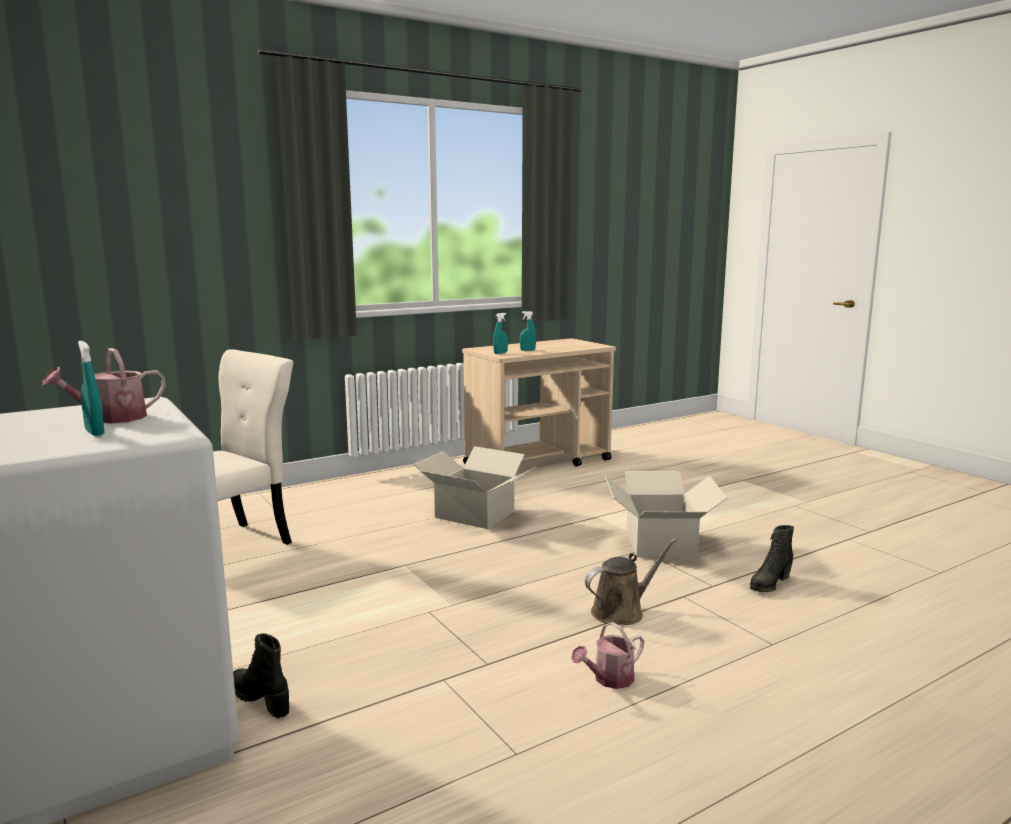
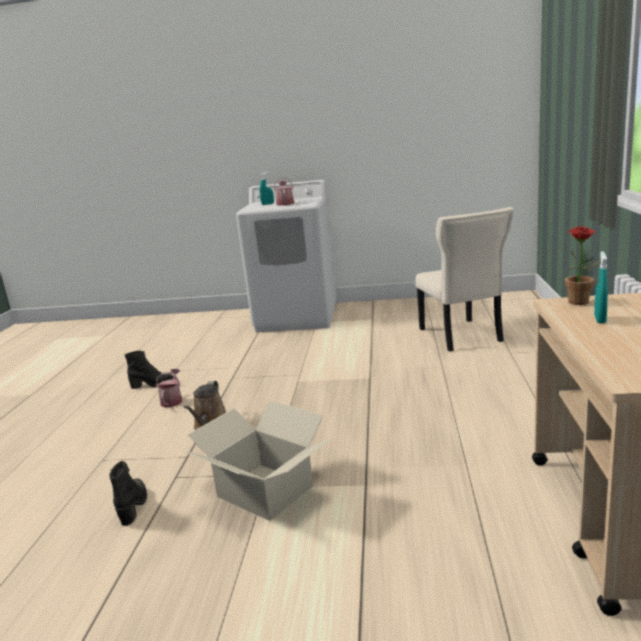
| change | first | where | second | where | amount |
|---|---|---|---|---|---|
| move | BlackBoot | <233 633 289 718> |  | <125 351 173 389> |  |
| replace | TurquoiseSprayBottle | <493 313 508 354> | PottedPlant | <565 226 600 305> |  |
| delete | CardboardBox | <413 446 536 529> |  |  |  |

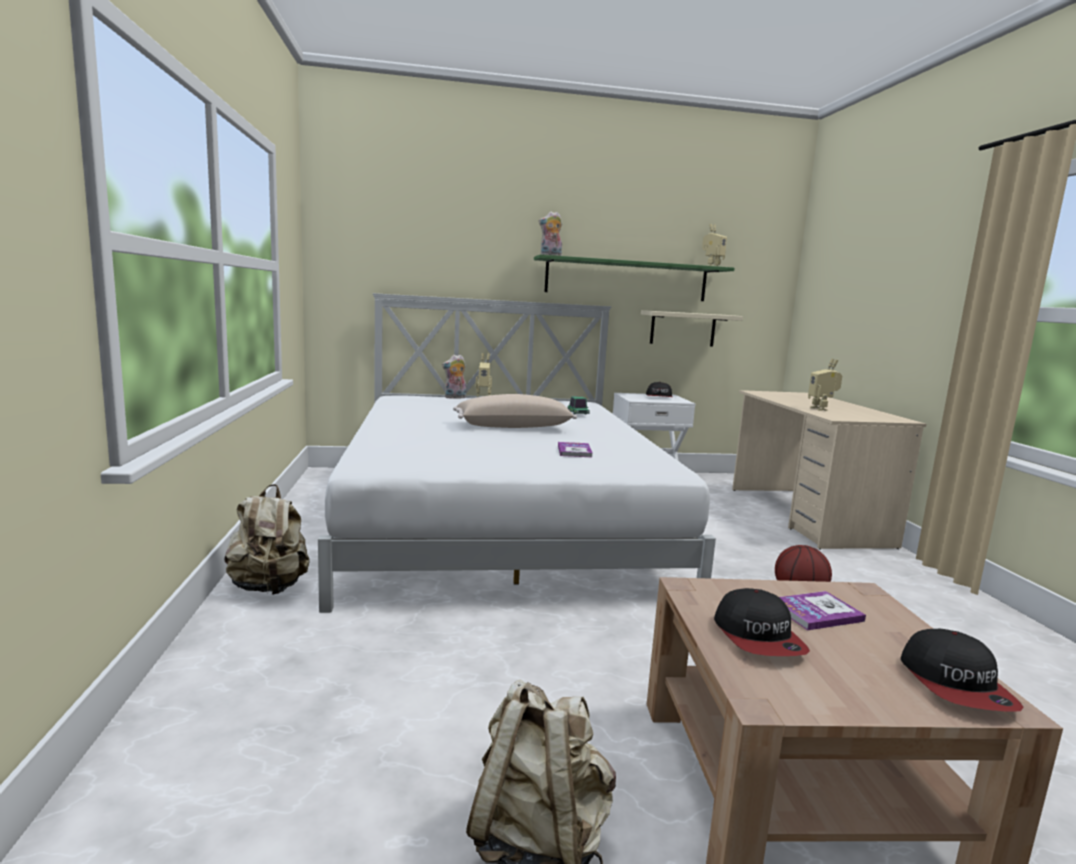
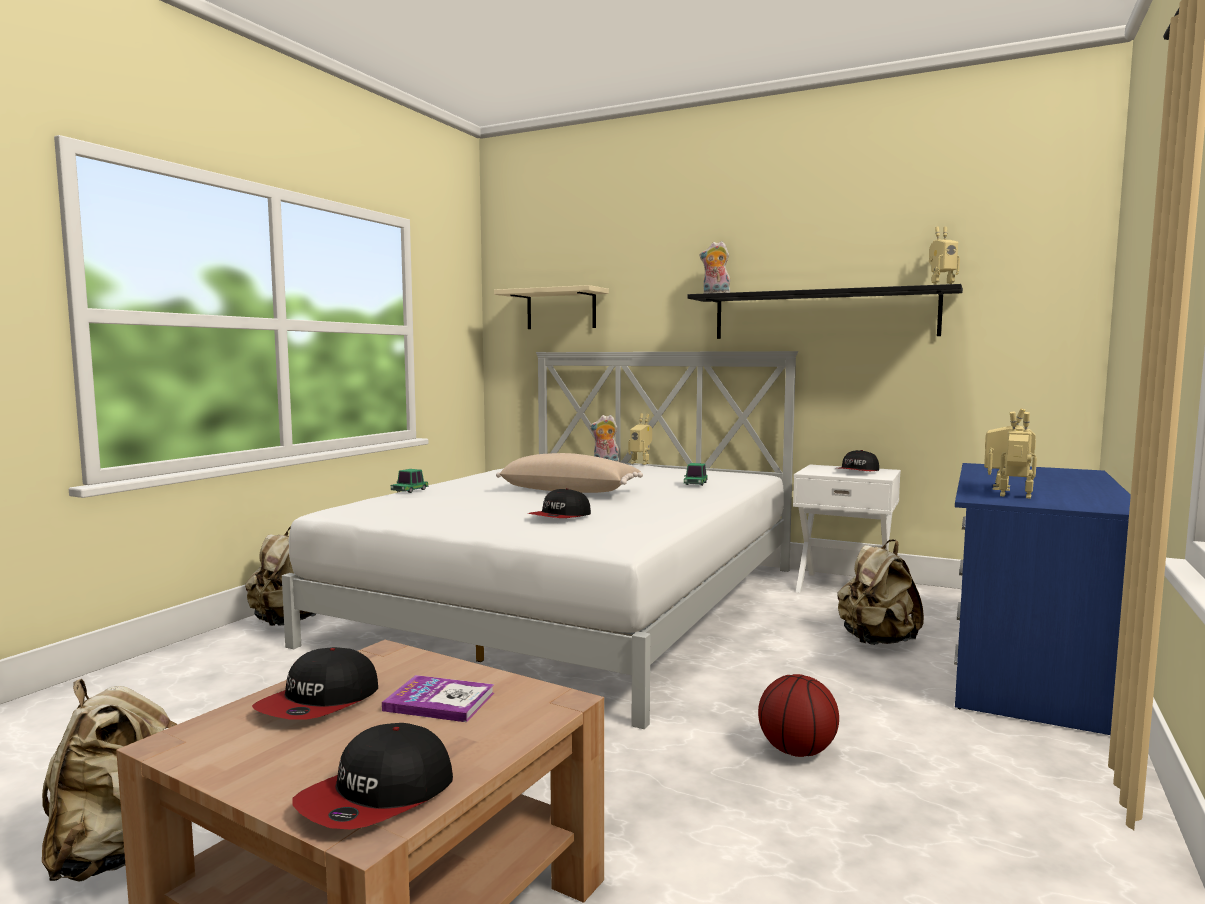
| change | first | where | second | where | amount |
|---|---|---|---|---|---|
| insert |  |  | ToyCar | <391 469 429 493> |  |
| move | BeigeShelf | <641 310 743 346> |  | <494 285 609 329> |  |
| replace | Book | <558 442 593 458> | Cap | <528 488 591 518> |  |
| recolor | GreenShelf | <534 255 735 301> | BlackShelf | <688 284 963 339> |  |
| insert |  |  | BeigeBackpack | <837 540 924 645> |  |
| recolor | BeigeDesk | <732 390 926 550> | BlueDesk | <954 463 1131 735> |  |
| insert |  |  | ToyRobot | <999 412 1037 499> |  |

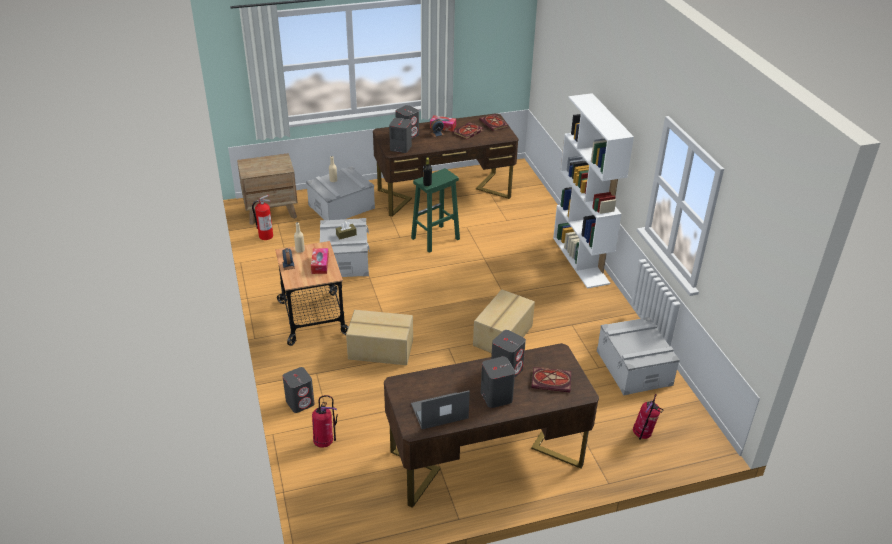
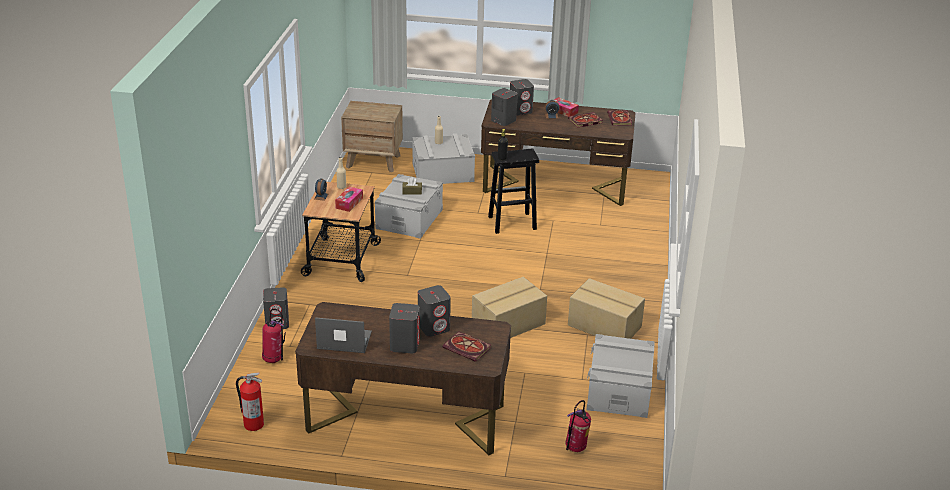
| change | first | where | second | where | amount |
|---|---|---|---|---|---|
| move | FireExtinguisher | <252 195 273 240> |  | <236 372 264 431> |  |
| recolor | GreenStool | <411 168 460 253> | BlackStool | <488 148 539 234> |  |
| move | CardboardBox | <346 310 413 365> |  | <568 278 645 339> |  |
| delete | WhiteBookcase | <553 93 634 288> |  |  |  |

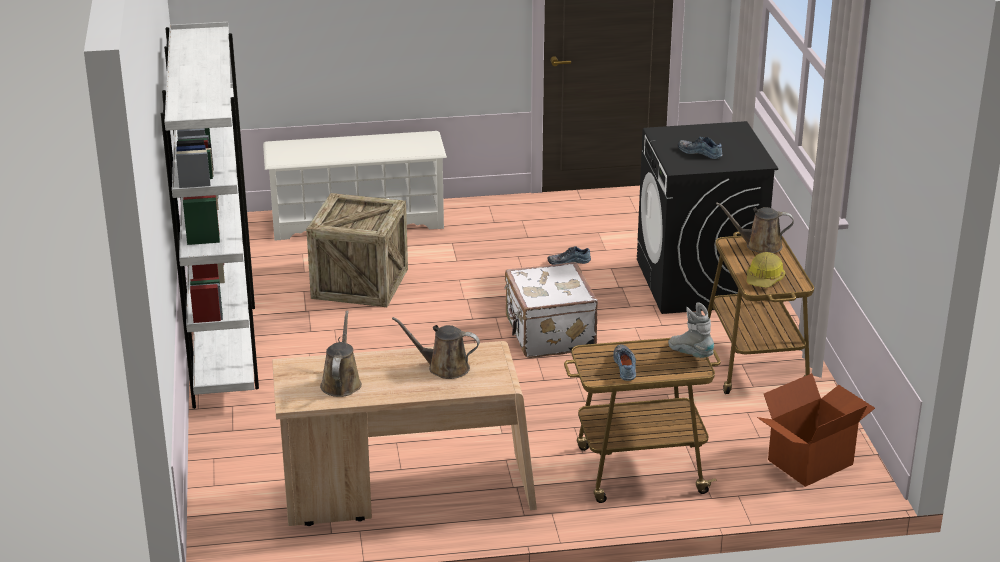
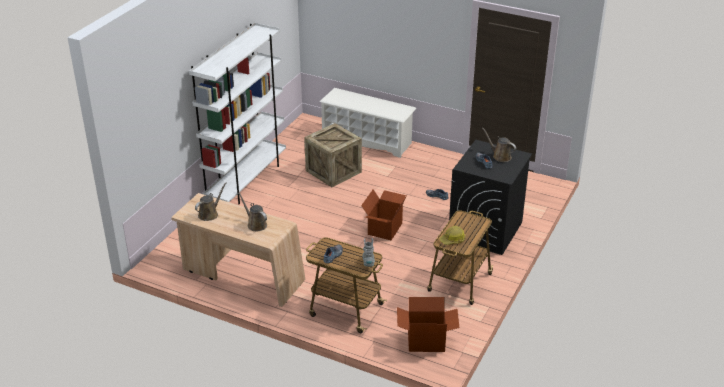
| change | first | where | second | where | amount |
|---|---|---|---|---|---|
| replace | WhiteSuitcase | <504 262 598 358> | CardboardBox | <361 189 406 240> |  |
| move | BrownWateringCan | <716 202 794 253> |  | <482 128 516 162> |  |

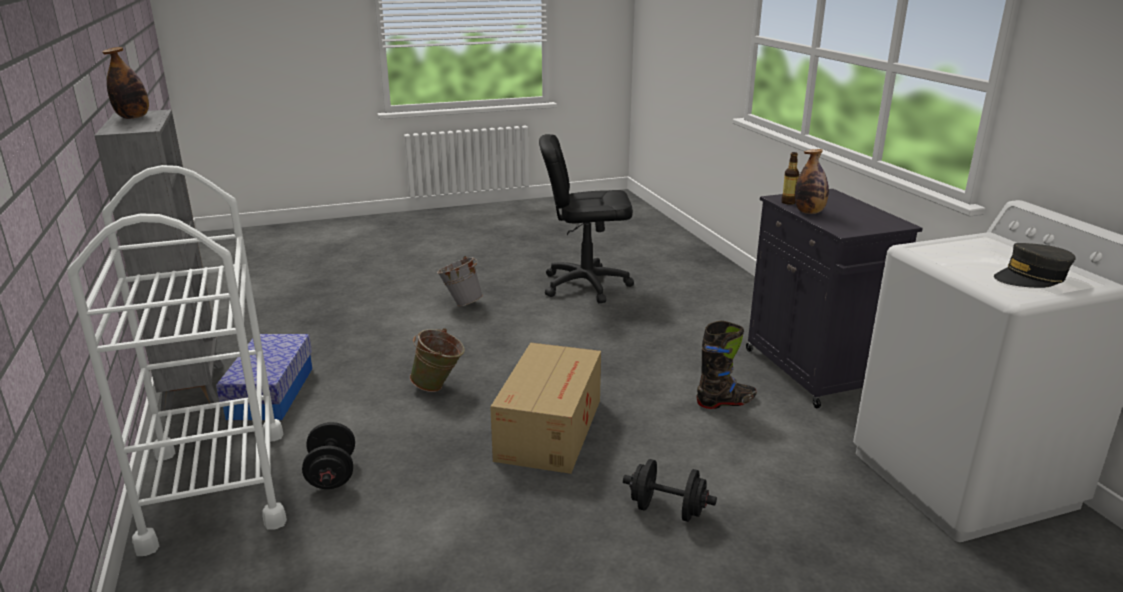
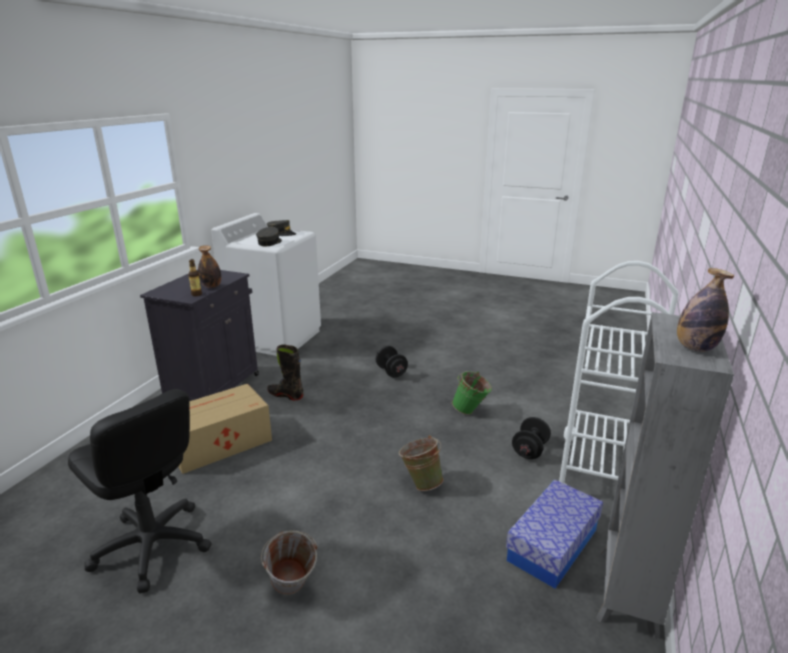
| change | first | where | second | where | amount |
|---|---|---|---|---|---|
| move | CardboardBox | <490 342 601 474> |  | <178 384 272 474> |  |
| insert |  |  | GreyCap | <256 227 282 246> |  |
| insert |  |  | GreenBucket | <452 371 492 415> |  |

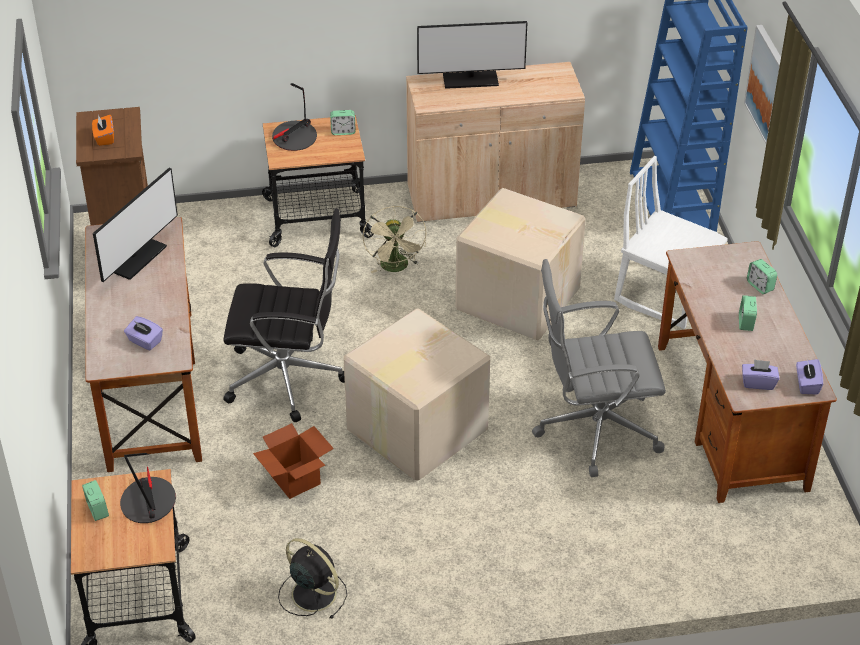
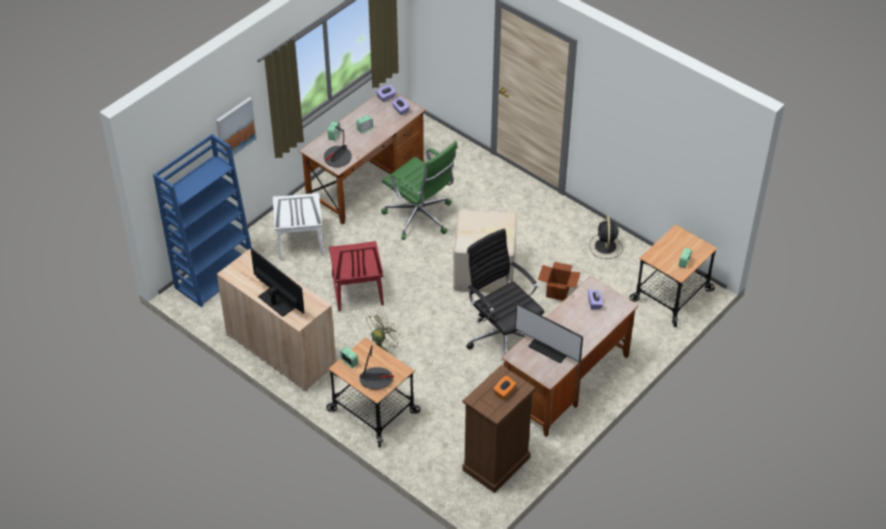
| change | first | where | second | where | amount |
|---|---|---|---|---|---|
| move | TableLamp | <120 453 176 523> |  | <324 127 352 167> |  |
| replace | CardboardBox | <455 188 586 340> | RedChair | <329 241 384 311> |  |
| recolor | GreyOfficeChair | <532 259 666 477> | GreenOfficeChair | <381 141 458 240> |  |
| rotate | Monitor | <93 167 178 282> |  | <515 303 583 364> | 135 degrees counterclockwise |

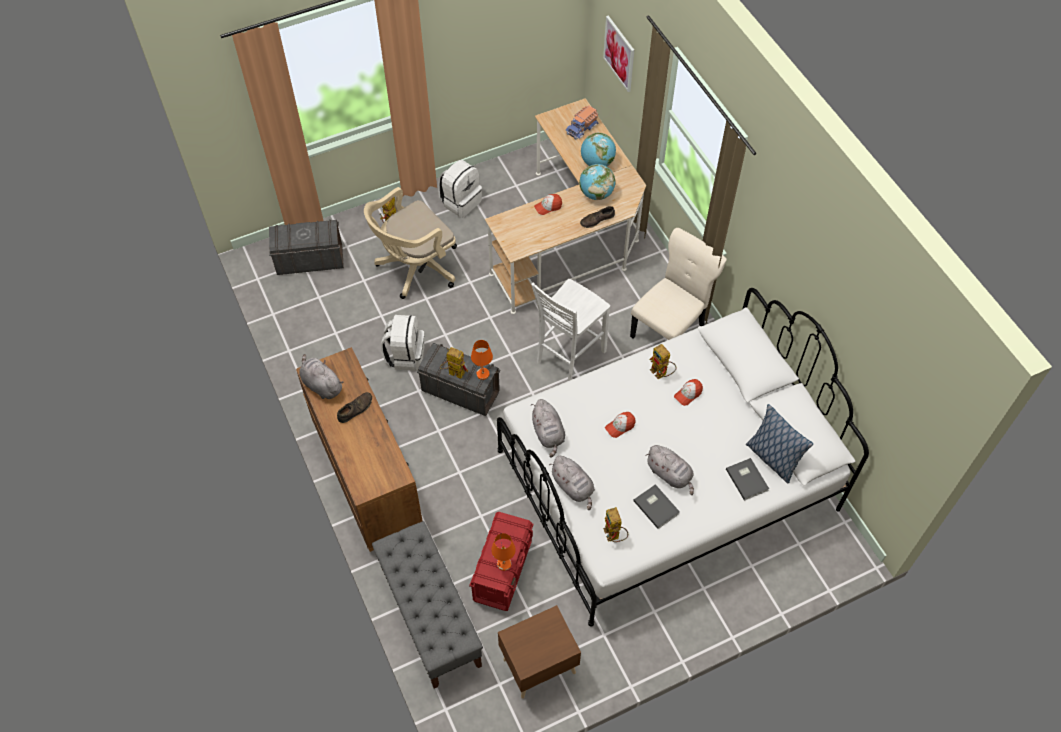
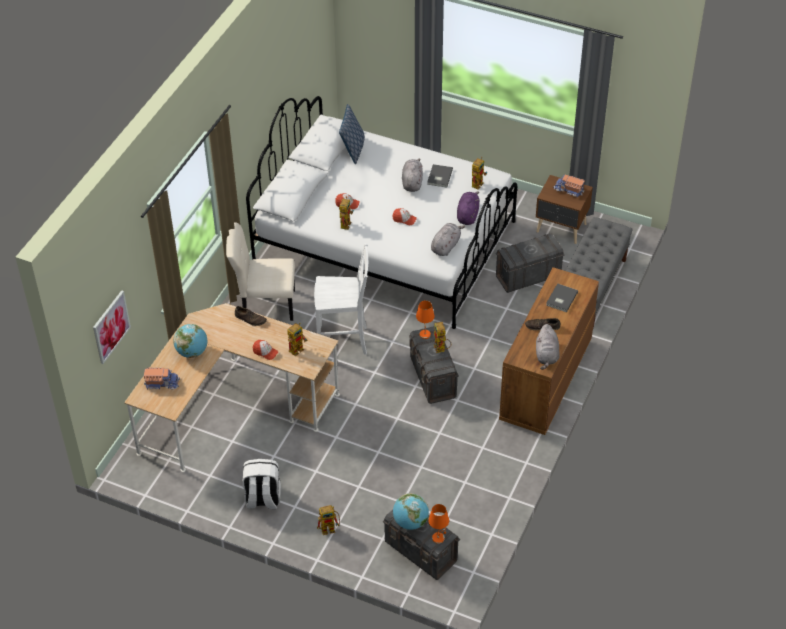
| change | first | where | second | where | amount |
|---|---|---|---|---|---|
| insert |  |  | ToyRobot | <287 322 307 356> |  |
| move | Globe | <579 164 616 200> |  | <393 493 429 530> |  |
| move | OrangeTableLamp | <491 533 516 571> |  | <428 504 449 544> |  |
| recolor | GreyPlushToy | <549 456 595 510> | PurplePlushToy | <457 192 479 225> |  |
| recolor | RedStorageBox | <469 512 534 611> | GreyStorageBox | <496 233 565 293> |  |
| move | GreyBook | <726 458 769 501> |  | <546 283 578 312> |  |
| insert |  |  | ToyTruck | <553 175 585 197> |  |
| delete | BeigeOfficeChair | <364 187 457 299> |  |  |  |
| delete | WhiteBackpack | <381 315 424 371> |  |  |  |

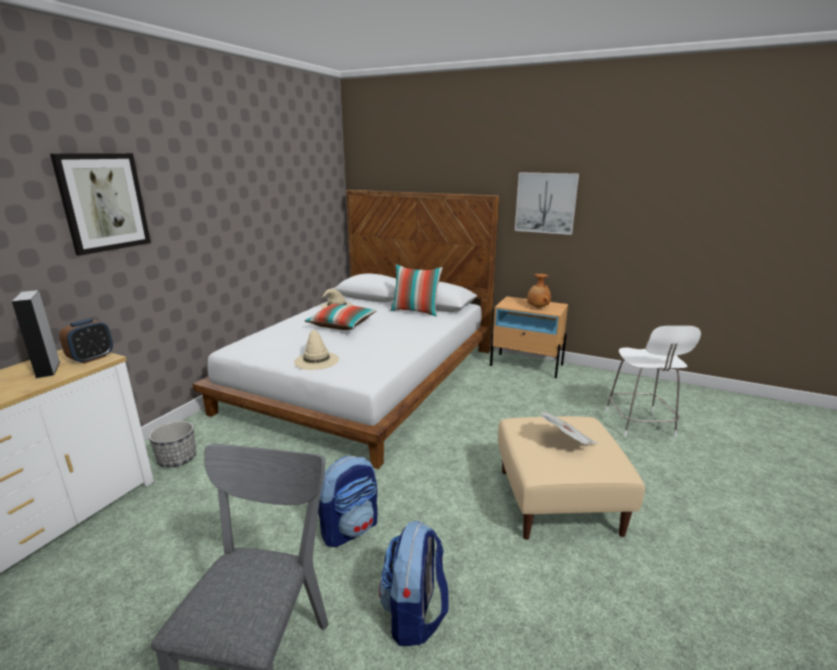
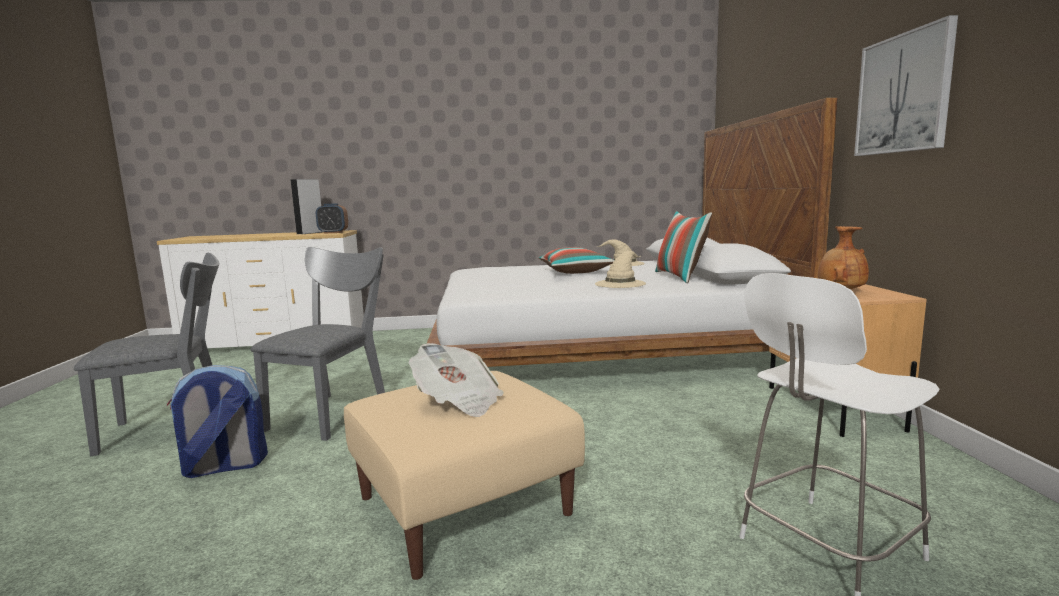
| change | first | where | second | where | amount |
|---|---|---|---|---|---|
| replace | Backpack | <318 456 378 547> | GreyChair | <251 247 385 441> |  |
| move | BeigeHat | <294 330 339 370> |  | <595 251 646 288> |  |
| delete | Picture | <50 153 151 256> |  |  |  |
| delete | Planter | <149 421 196 468> |  |  |  |

